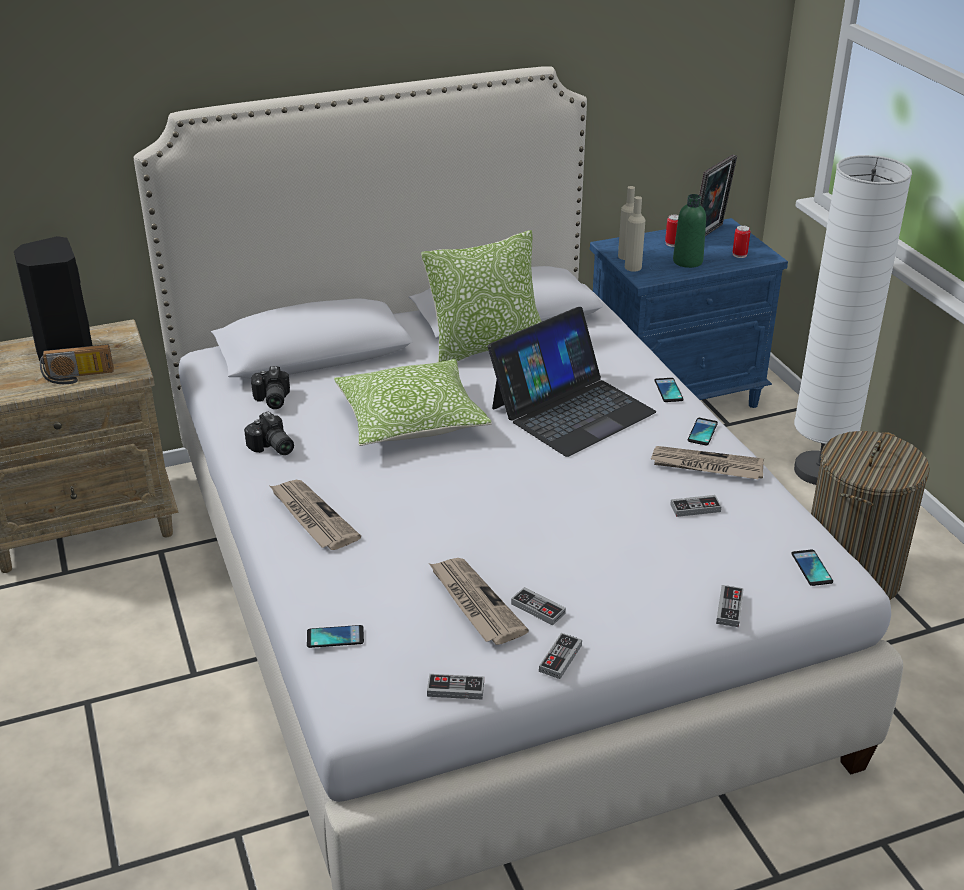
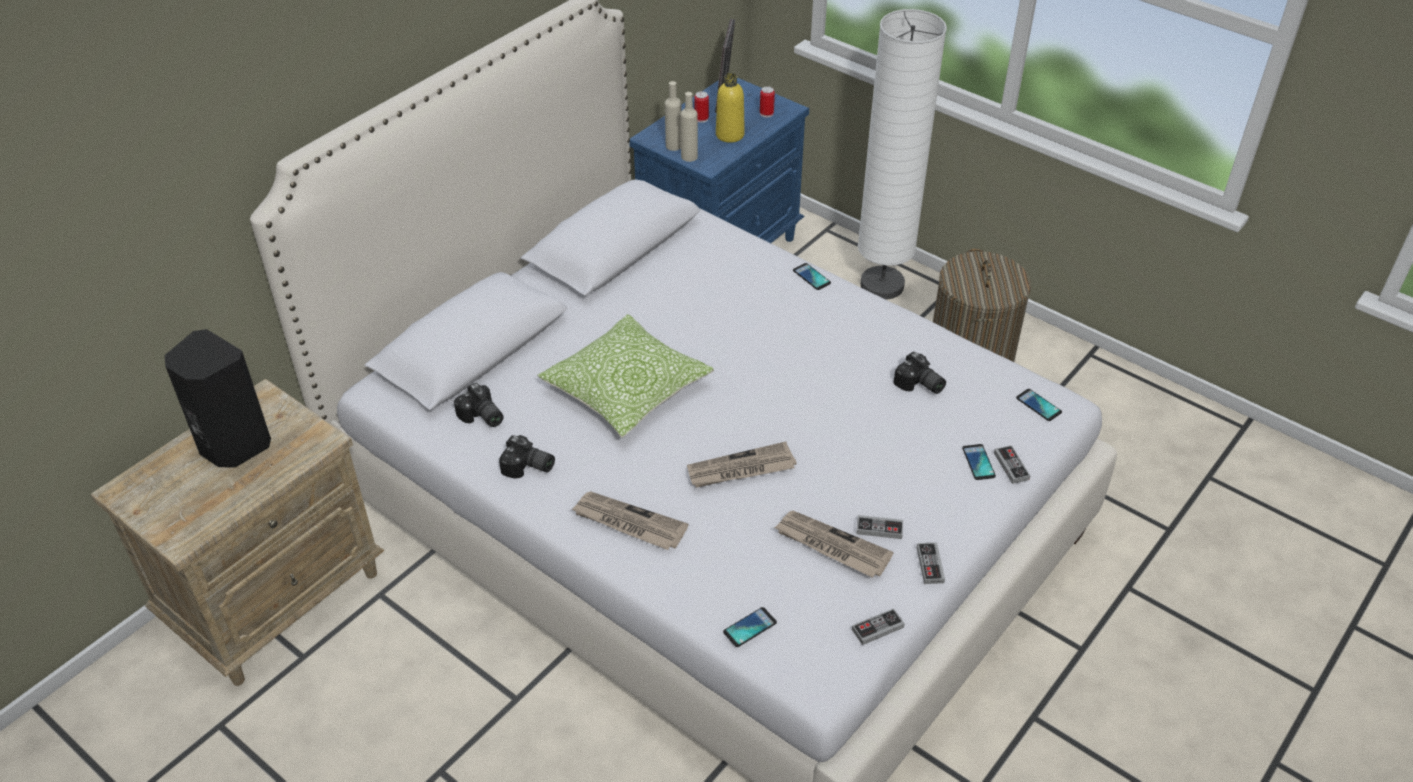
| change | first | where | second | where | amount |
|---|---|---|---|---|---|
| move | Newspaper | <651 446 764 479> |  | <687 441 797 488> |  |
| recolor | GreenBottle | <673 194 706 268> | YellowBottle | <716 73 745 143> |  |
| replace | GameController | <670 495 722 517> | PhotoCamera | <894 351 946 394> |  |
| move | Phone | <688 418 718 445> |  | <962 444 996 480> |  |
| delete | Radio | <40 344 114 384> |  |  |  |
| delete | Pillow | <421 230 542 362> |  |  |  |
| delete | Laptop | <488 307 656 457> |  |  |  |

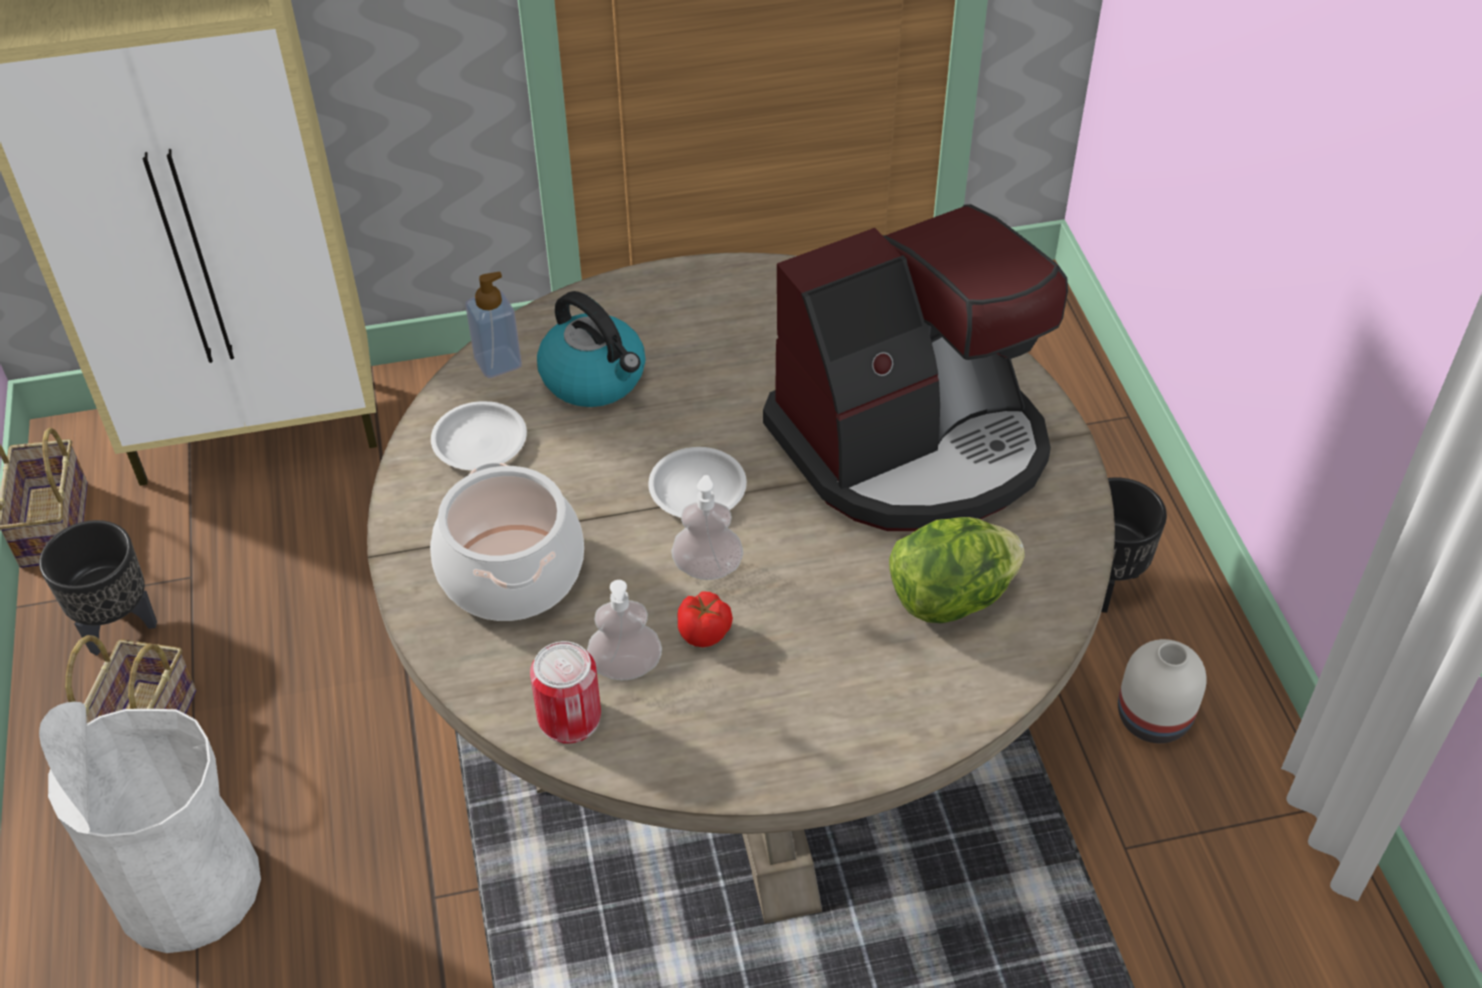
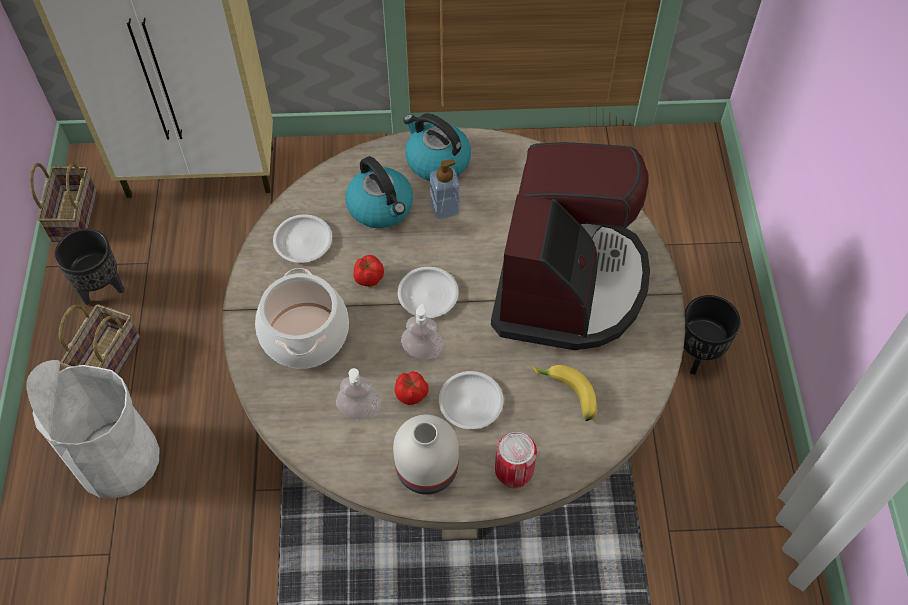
| change | first | where | second | where | amount |
|---|---|---|---|---|---|
| insert |  |  | Tomato | <353 255 384 287> |  |
| move | WhiteVase | <1118 639 1207 743> |  | <393 415 459 495> |  |
| insert |  |  | Kettle | <403 113 471 181> |  |
| move | SoapDispenser | <465 271 522 378> |  | <430 160 460 219> |  |
| insert |  |  | WhitePlate | <439 371 504 429> |  |
| rotate | CoffeeMachine | <763 204 1068 531> |  | <491 142 650 350> | 60 degrees counterclockwise |
| move | Can | <530 641 601 744> |  | <495 432 537 488> |  |
| replace | Lettuce | <889 517 1025 623> | Banana | <532 365 597 421> |  |

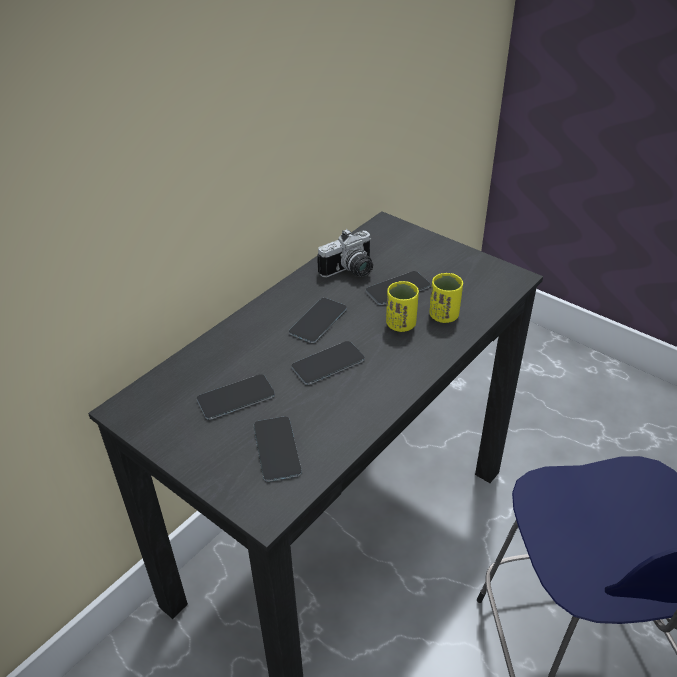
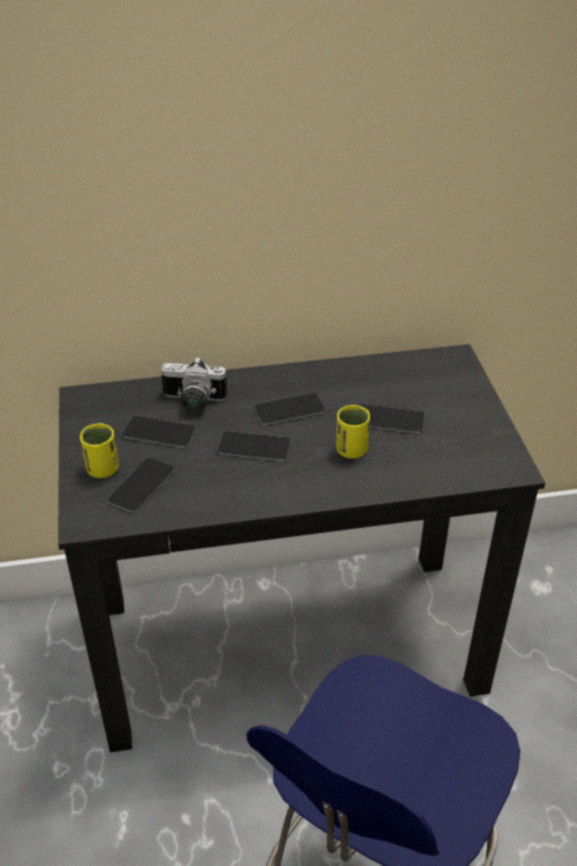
| change | first | where | second | where | amount |
|---|---|---|---|---|---|
| move | YellowCup | <430 273 463 323> |  | <80 423 119 478> |  |
| move | PhotoCamera | <317 229 373 278> |  | <161 357 227 413> |  |

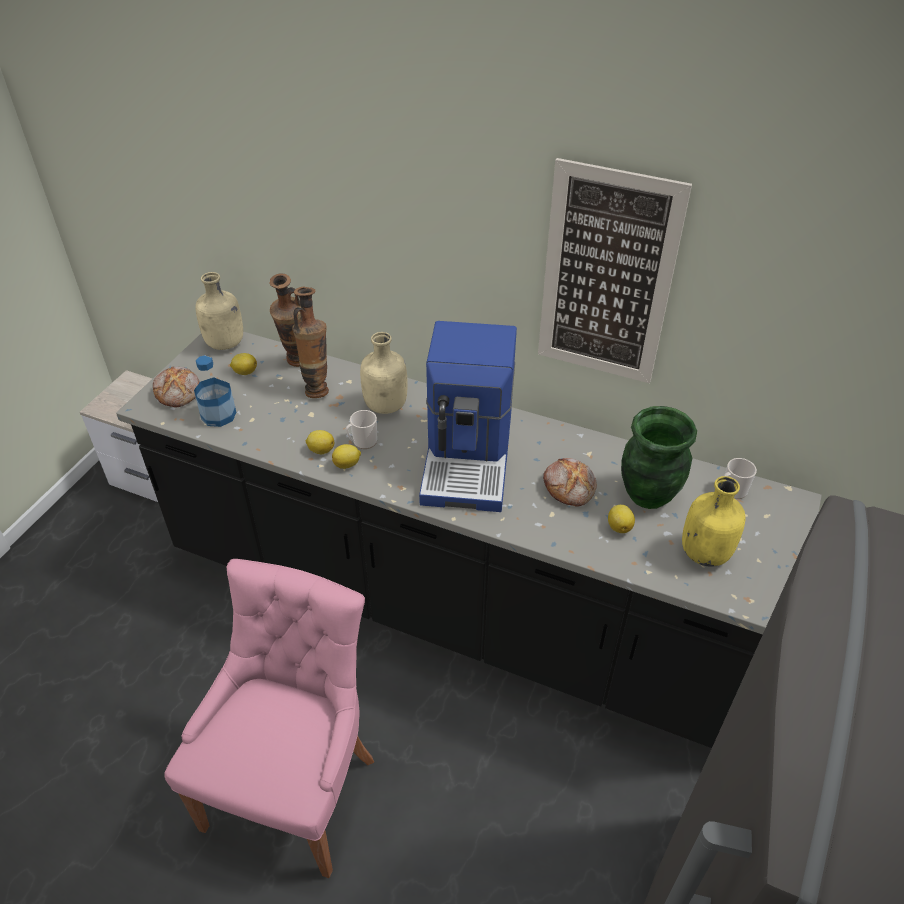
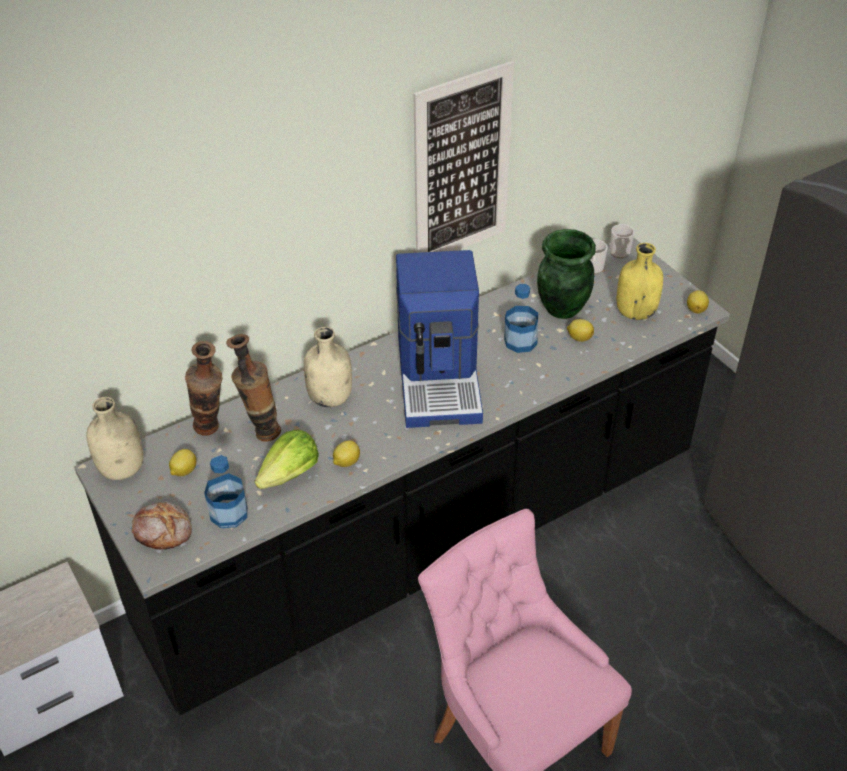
| change | first | where | second | where | amount |
|---|---|---|---|---|---|
| insert |  |  | Lettuce | <255 430 319 489> |  |
| rotate | CoffeeMachine | <419 321 517 512> |  | <396 250 483 428> | 45 degrees clockwise |
| replace | Bread | <543 458 597 507> | Bottle | <504 284 538 353> |  |
| move | Mug | <346 410 377 449> |  | <610 224 634 258> |  |
| move | Lemon | <332 444 361 469> |  | <687 290 709 314> |  |

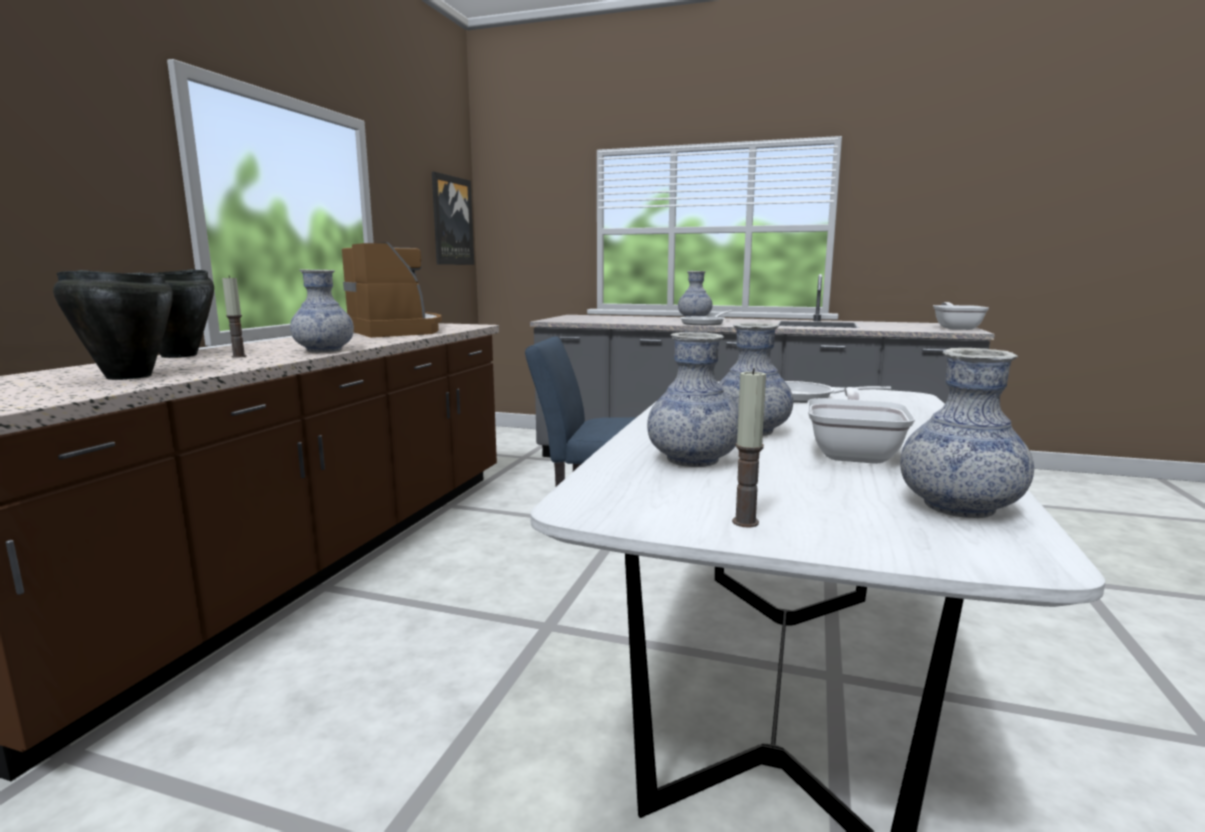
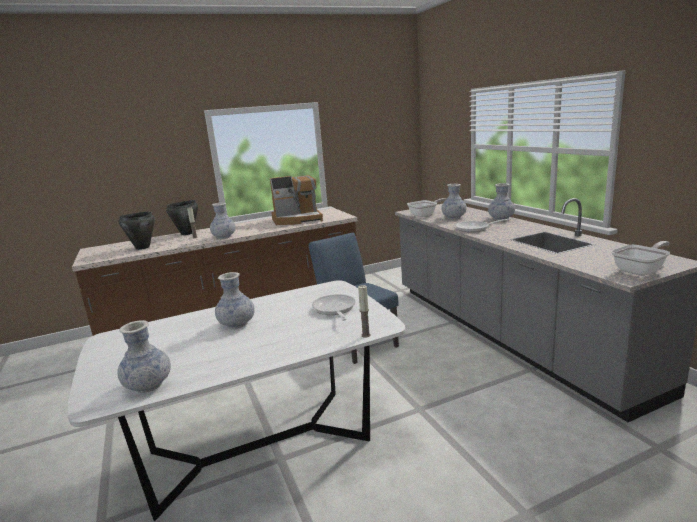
| change | first | where | second | where | amount |
|---|---|---|---|---|---|
| rotate | CoffeeMachine | <342 242 442 338> |  | <270 175 323 225> | 60 degrees clockwise |
| move | Candle | <732 368 766 528> |  | <358 285 371 338> |  |
| move | FryingPan | <808 387 915 464> |  | <407 198 446 217> |  |
| move | Vase | <647 332 738 467> |  | <442 184 467 219> |  |
| delete | Picture | <432 172 474 265> |  |  |  |

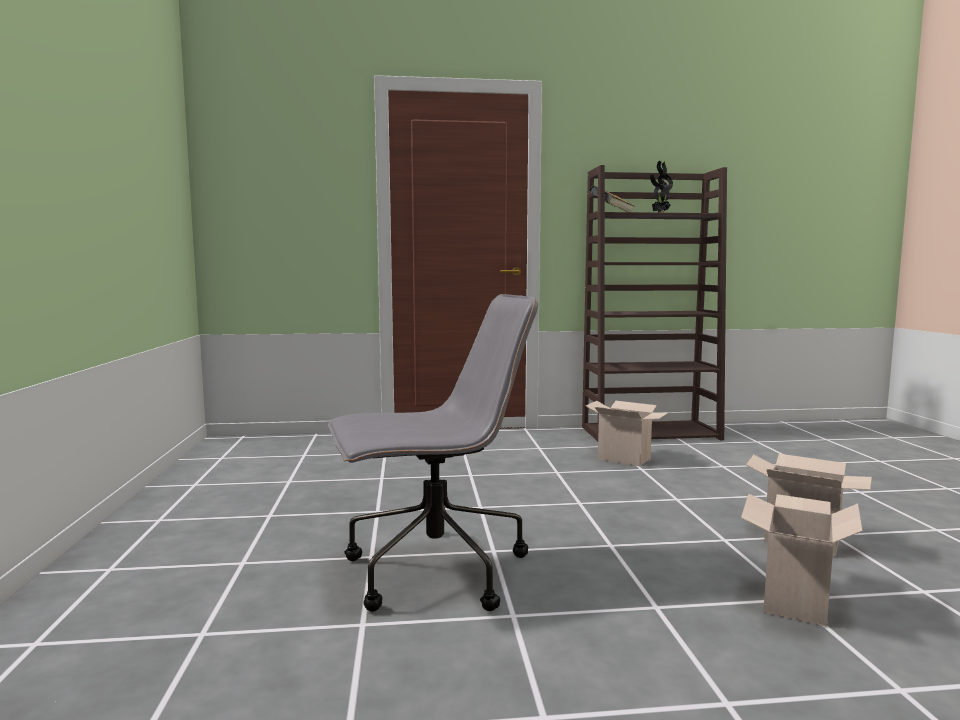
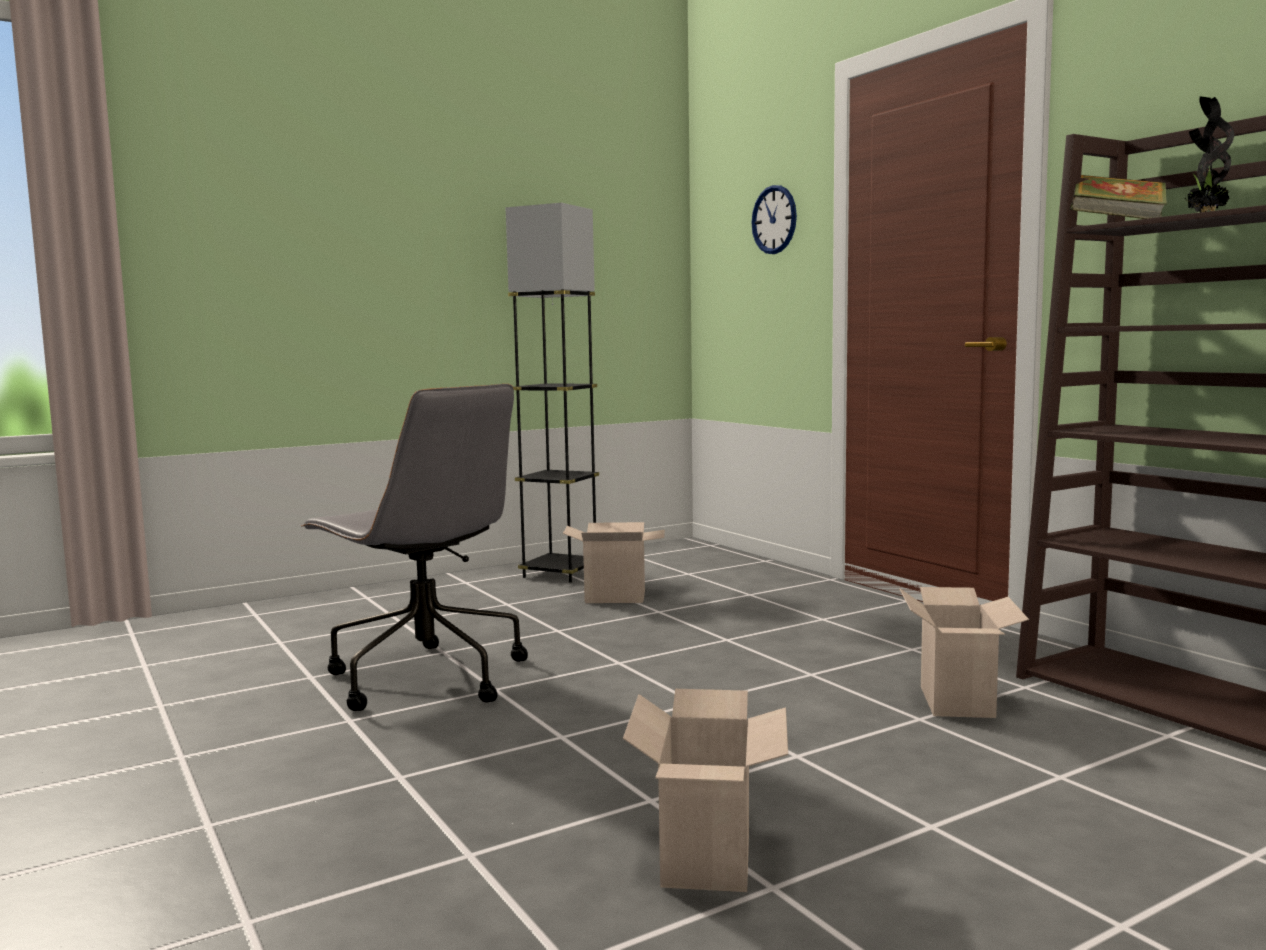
| change | first | where | second | where | amount |
|---|---|---|---|---|---|
| insert |  |  | GreyFloorLamp | <505 203 599 583> |  |
| move | CardboardBox | <741 494 863 627> |  | <563 522 665 603> |  |
| insert |  |  | WallClock | <751 185 797 254> |  |

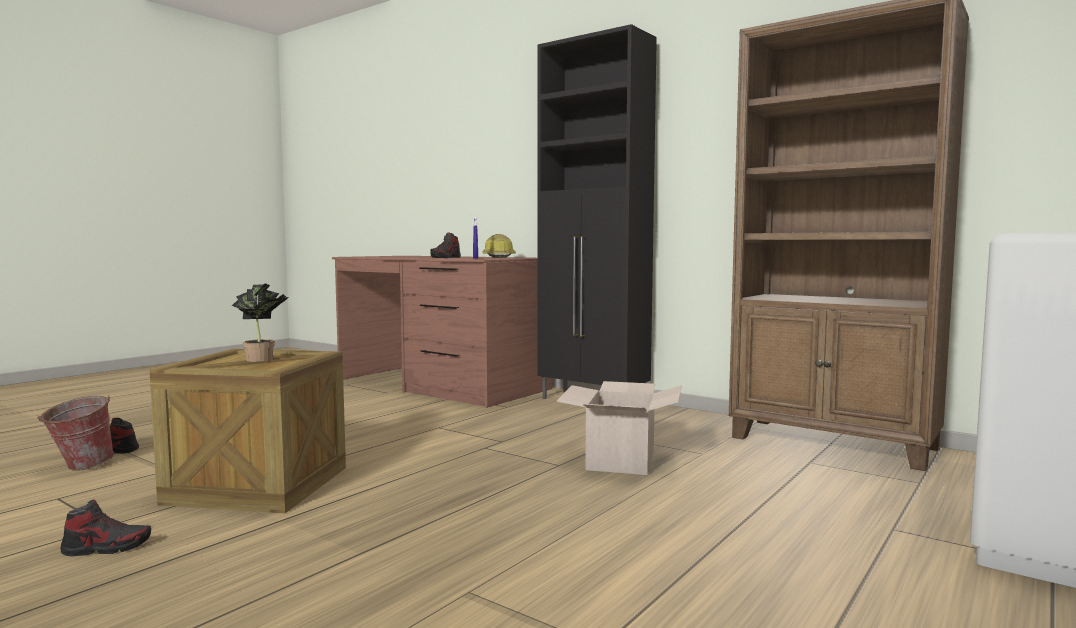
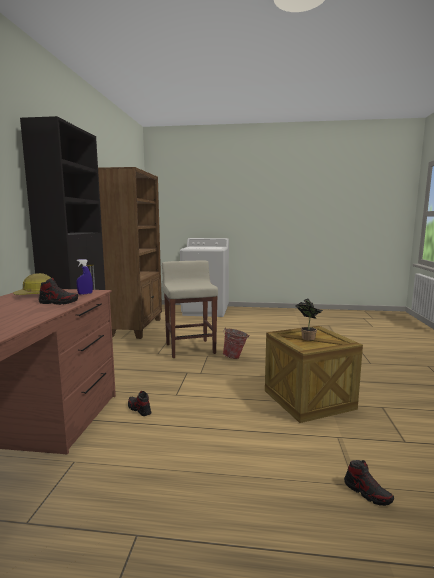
| change | first | where | second | where | amount |
|---|---|---|---|---|---|
| move | Shoe | <60 500 151 556> |  | <128 391 151 416> |  |
| replace | CardboardBox | <556 381 682 475> | BeigeStool | <162 261 218 358> |  |
| move | Bucket | <37 395 114 471> |  | <223 327 249 359> |  |

